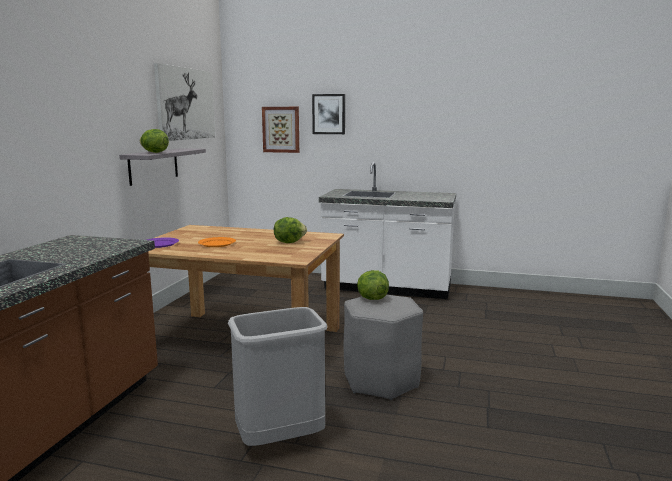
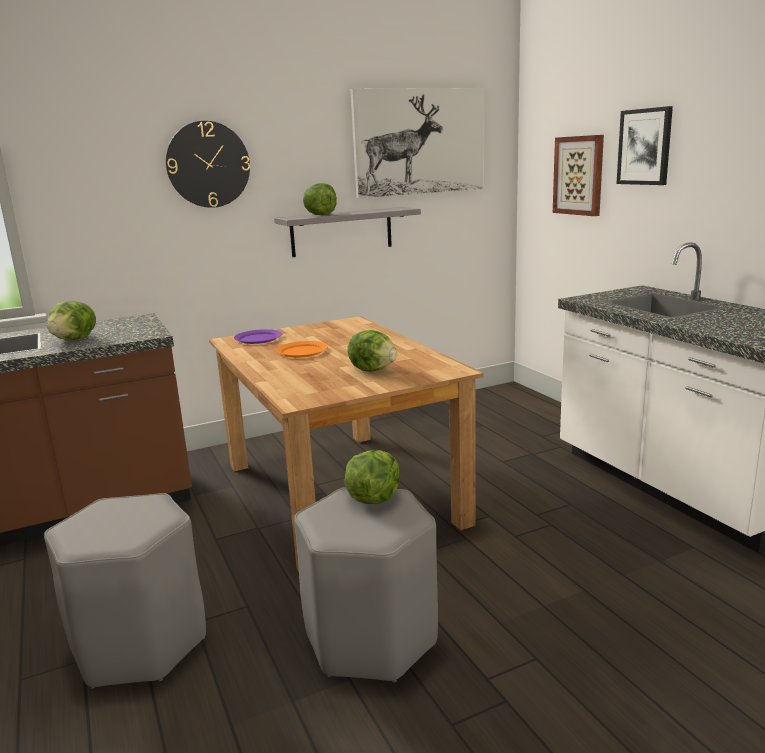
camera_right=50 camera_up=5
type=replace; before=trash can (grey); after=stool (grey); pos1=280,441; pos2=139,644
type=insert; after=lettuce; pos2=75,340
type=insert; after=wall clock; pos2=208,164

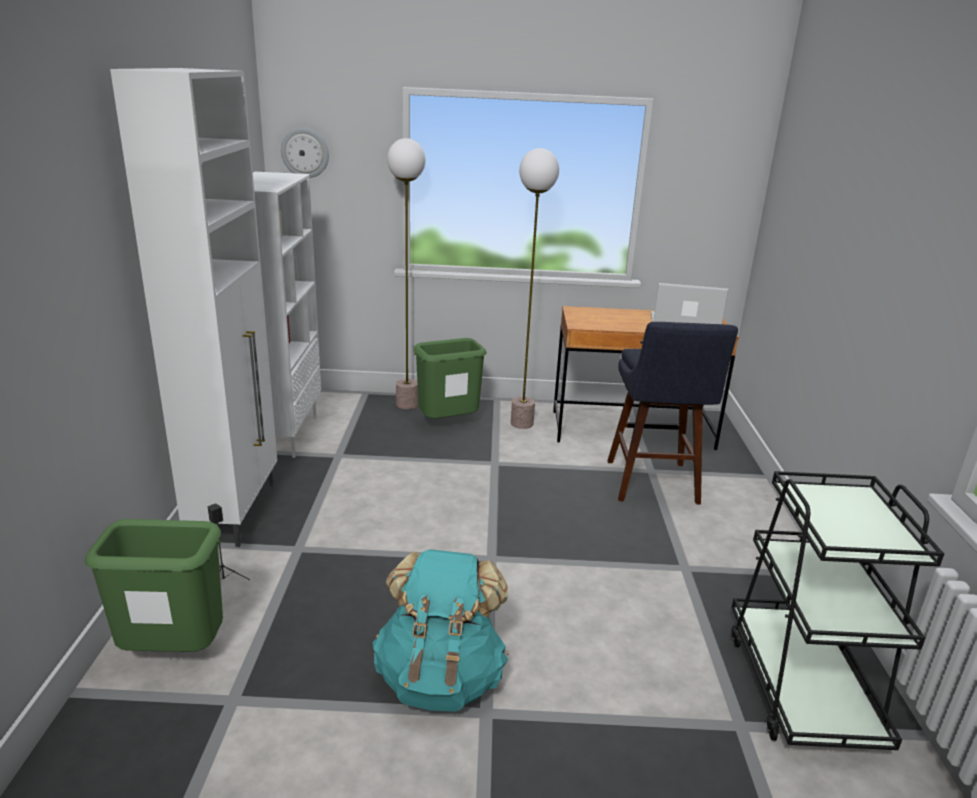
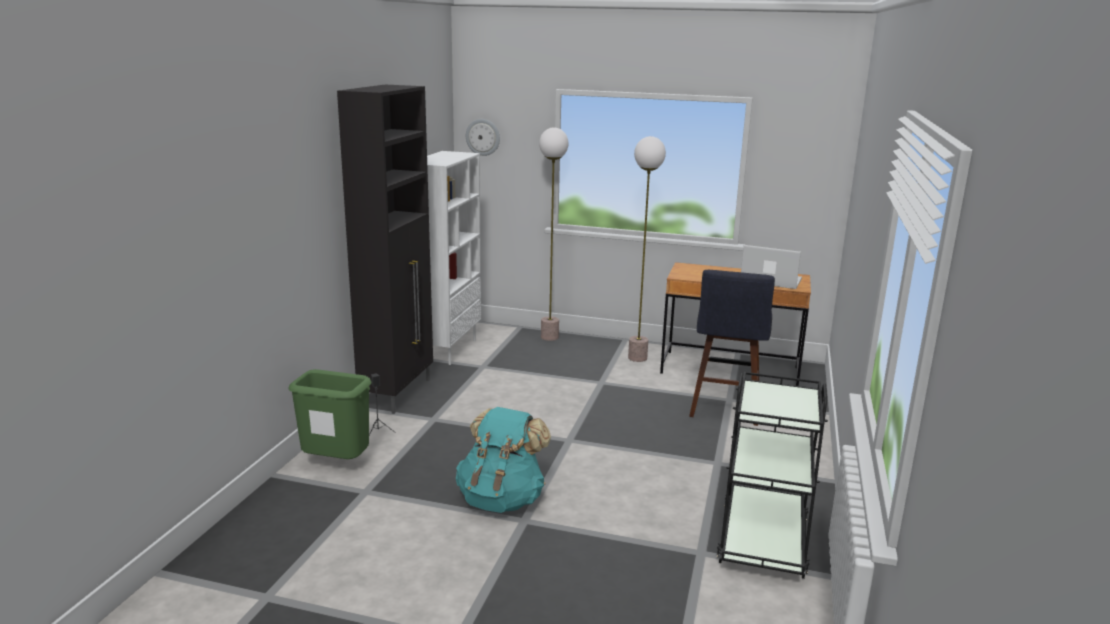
camera_right=15 camera_up=-5
type=recolor; before=cabinet (white); after=cabinet (black); pos1=236,511; pos2=398,393
type=delete; before=trash can (green); pos1=448,424

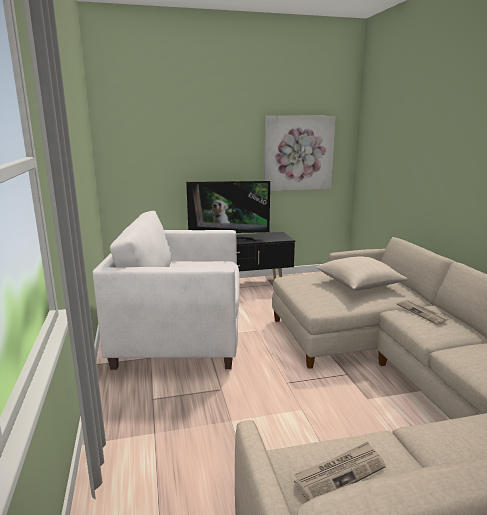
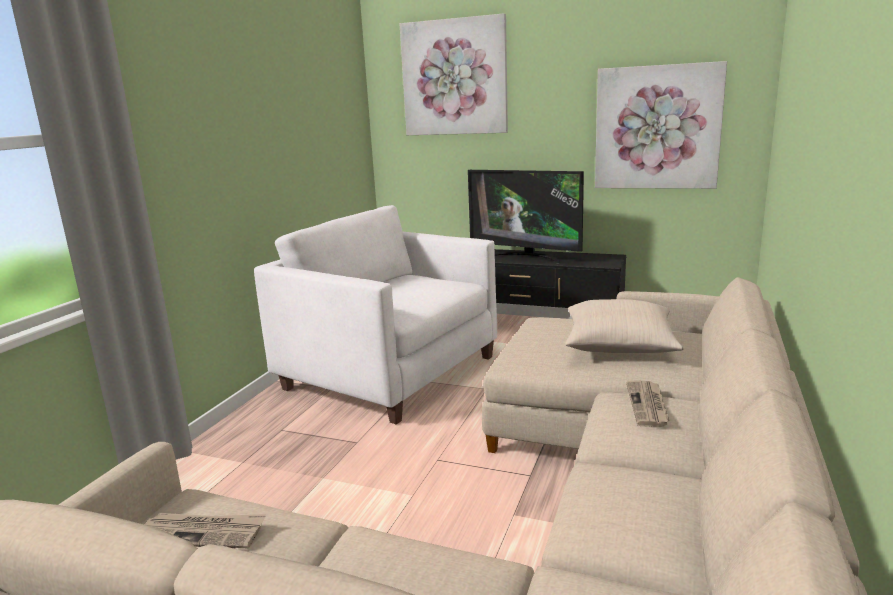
camera_right=35 camera_up=0
type=insert; after=picture; pos2=454,77

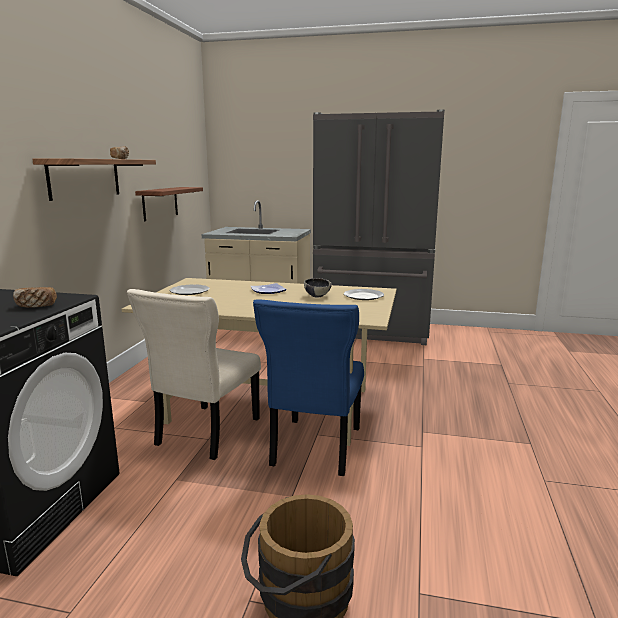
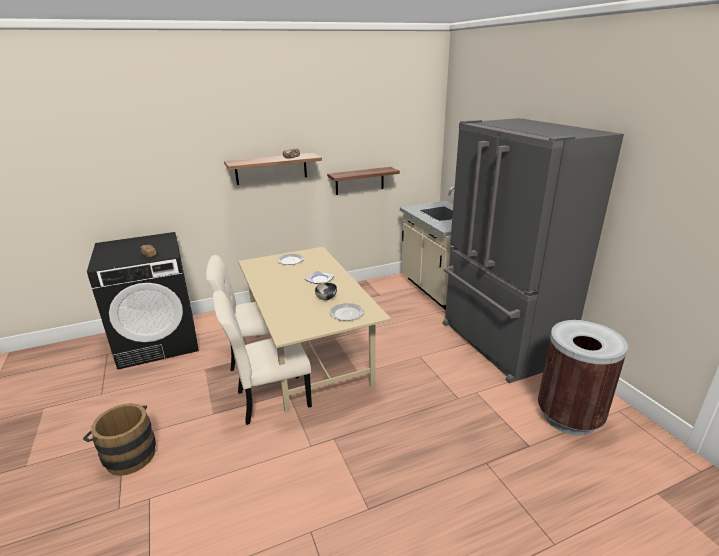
camera_right=55 camera_up=10
type=recolor; before=chair (blue); after=chair (beige); pos1=314,448; pos2=270,399
type=insert; after=trash can (brown); pos2=569,417

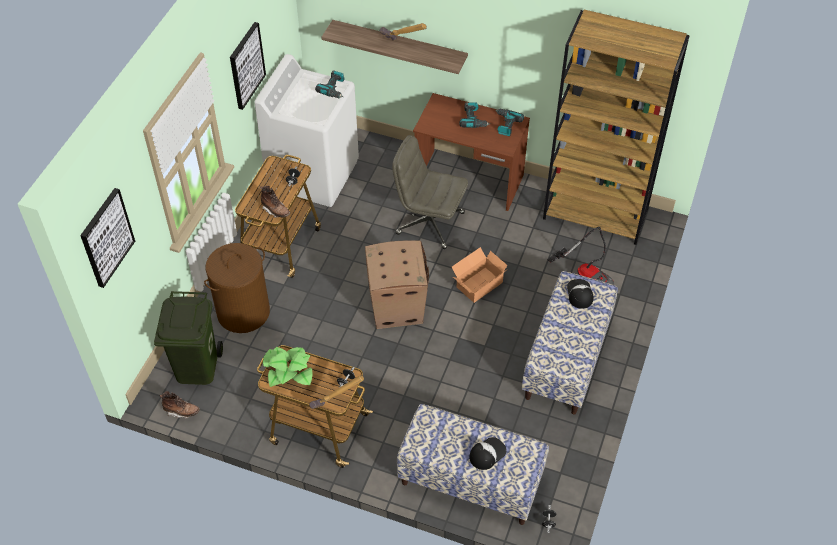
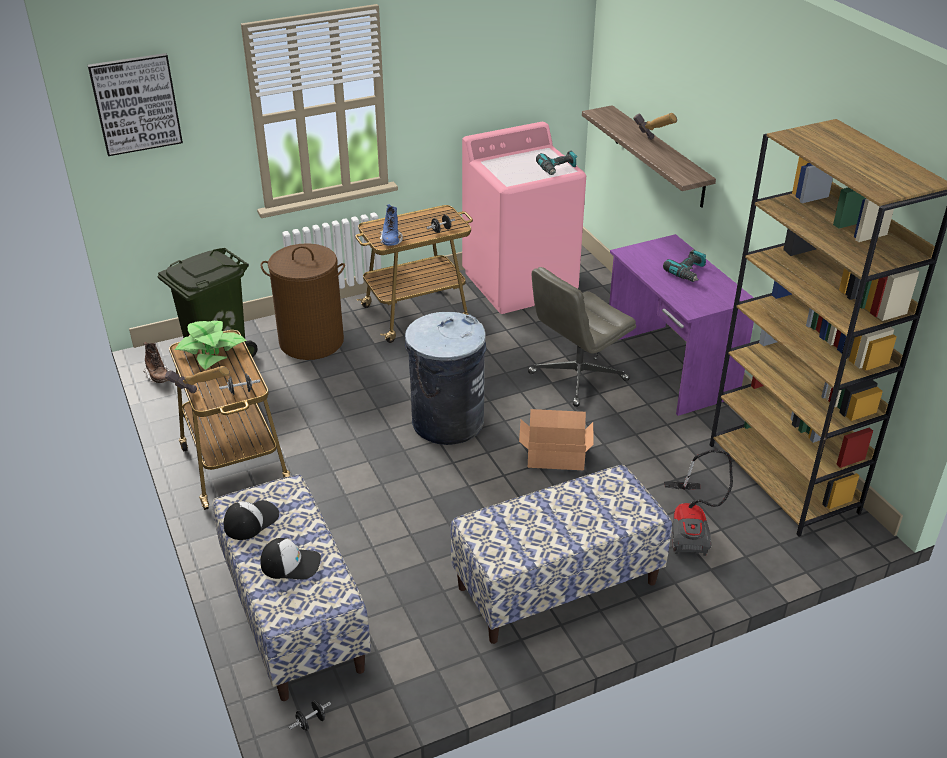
camera_right=45 camera_up=-15
type=move; before=cap; pos1=579,294; pos2=251,520
type=recolor; before=boot (brown); after=boot (blue); pos1=275,210; pos2=391,241
type=replace; before=cardboard box; after=trash can (grey); pos1=397,307; pos2=447,422
type=recolor; before=washing machine (white); after=washing machine (pink); pos1=313,174; pos2=520,283
type=rotate; before=office chair (grey); pos1=429,223; pos2=577,377; turn=-105
type=recolor; before=desk (brown); after=desk (purple); pos1=469,181; pos2=669,369
type=delete; before=picture; pos1=246,65
type=delete; before=power drill; pos1=505,124

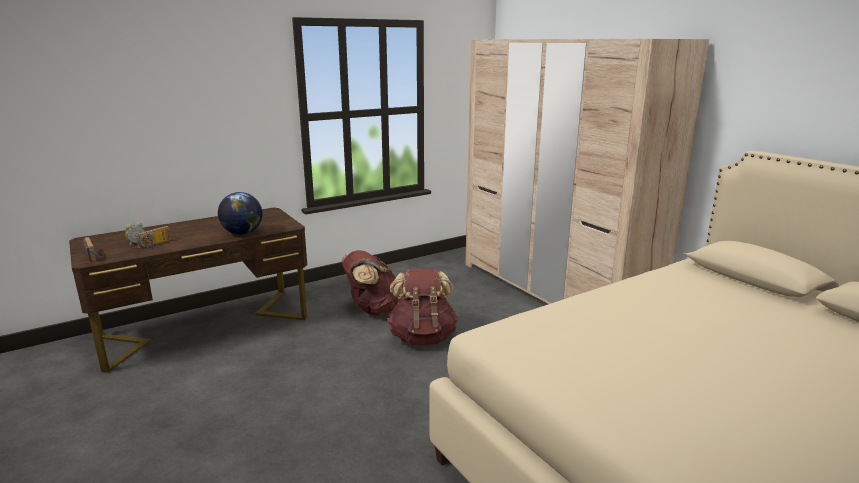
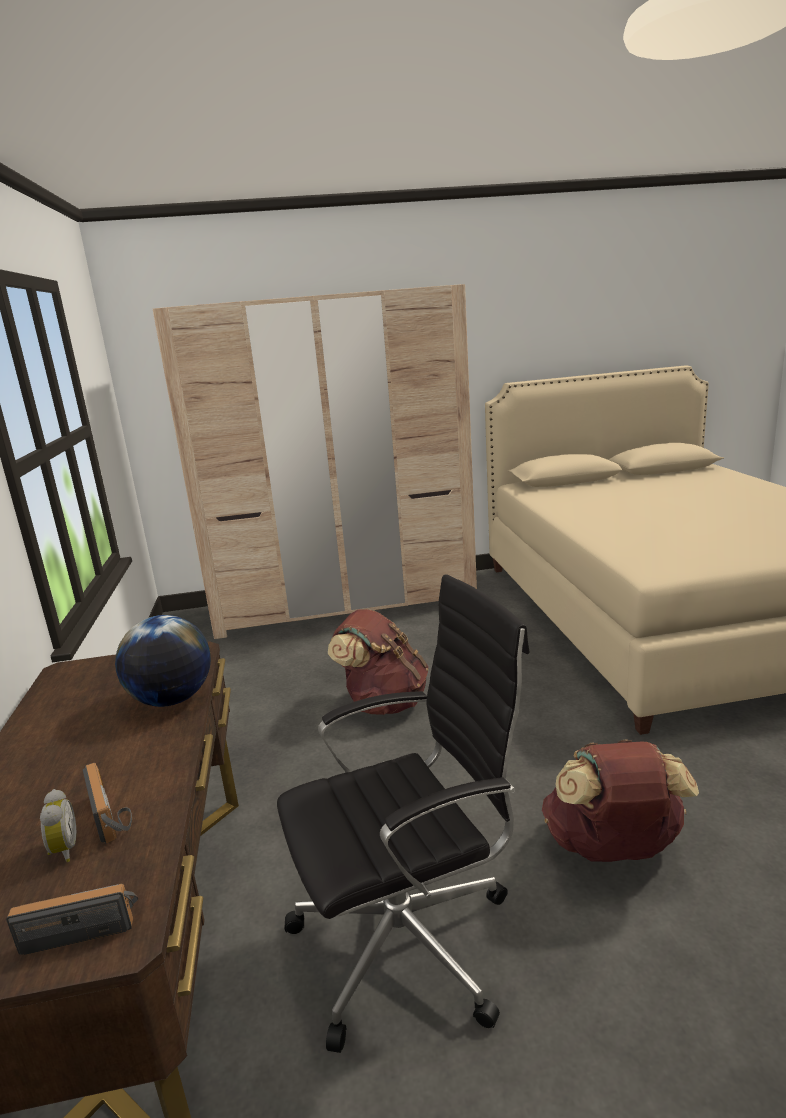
camera_right=-65 camera_up=0
type=insert; after=office chair (black); pos2=410,940
type=move; before=backpack (brown); pos1=373,309; pos2=612,849

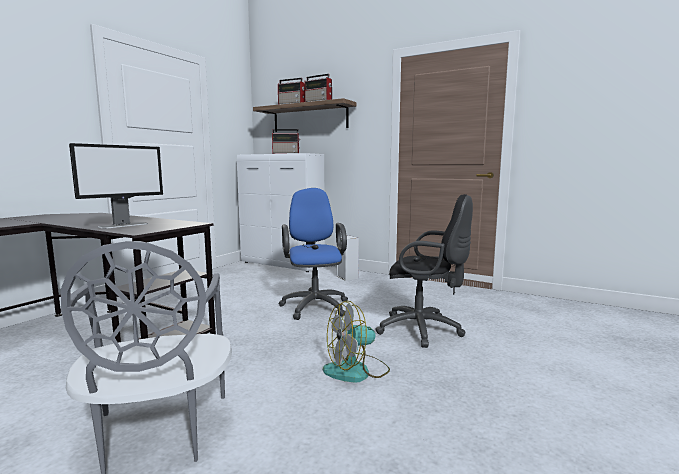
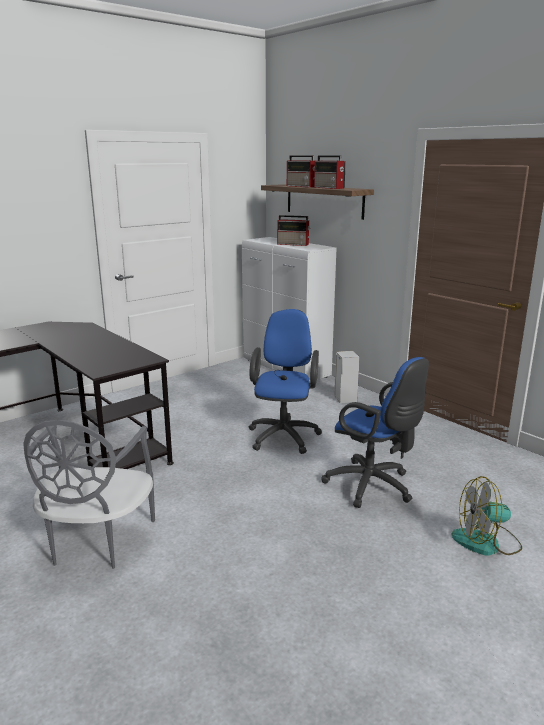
camera_right=20 camera_up=10
type=recolor; before=office chair (black); after=office chair (blue); pos1=424,330; pos2=373,487
type=move; before=fan; pos1=356,371; pos2=486,542
type=delete; before=monitor; pos1=124,225

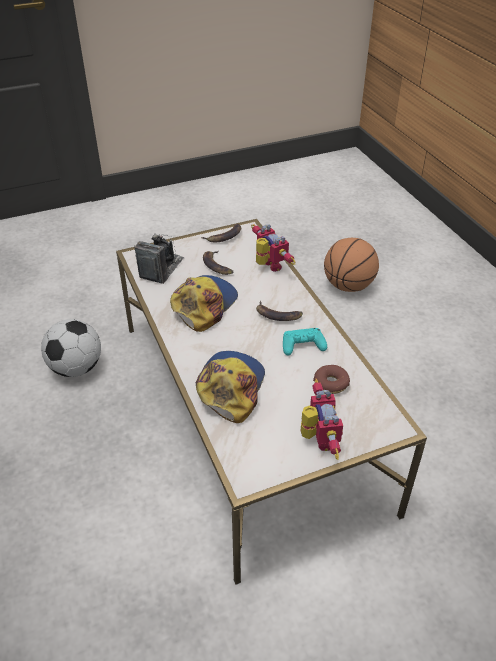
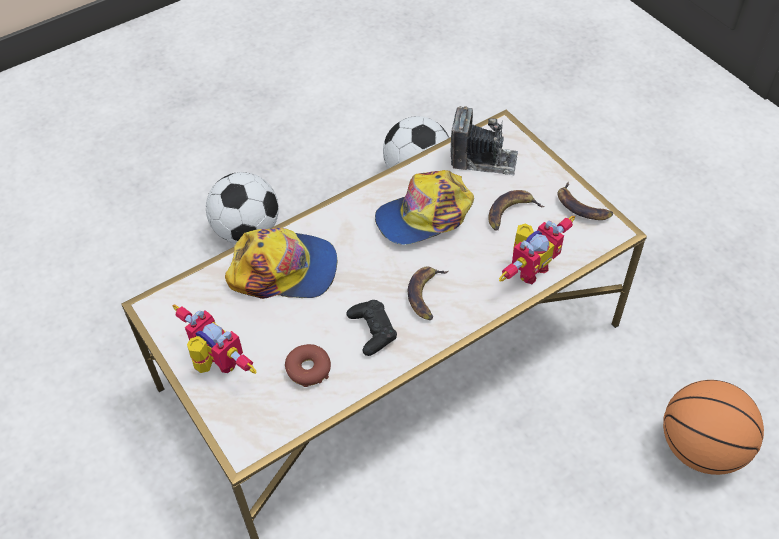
camera_right=80 camera_up=10
type=rotate; before=toy robot; pos1=317,439; pos2=215,365; turn=-120
type=insert; after=football; pos2=247,231
type=recolor; before=game controller (turquoise); after=game controller (black); pos1=303,345; pos2=372,330
type=rotate; before=cap; pos1=204,304; pos2=425,216; turn=135

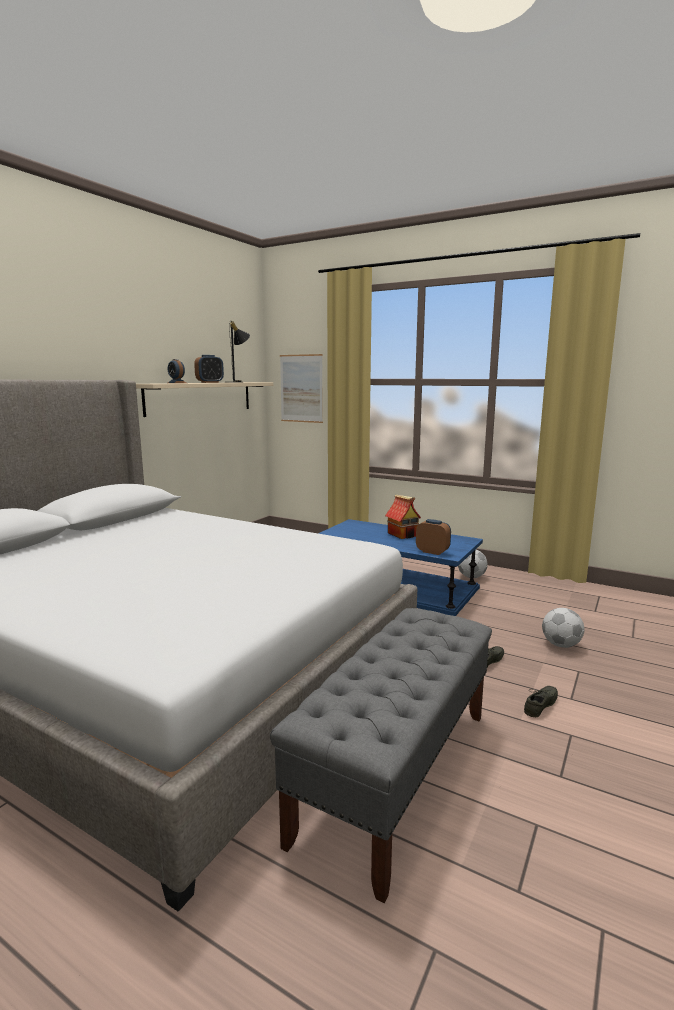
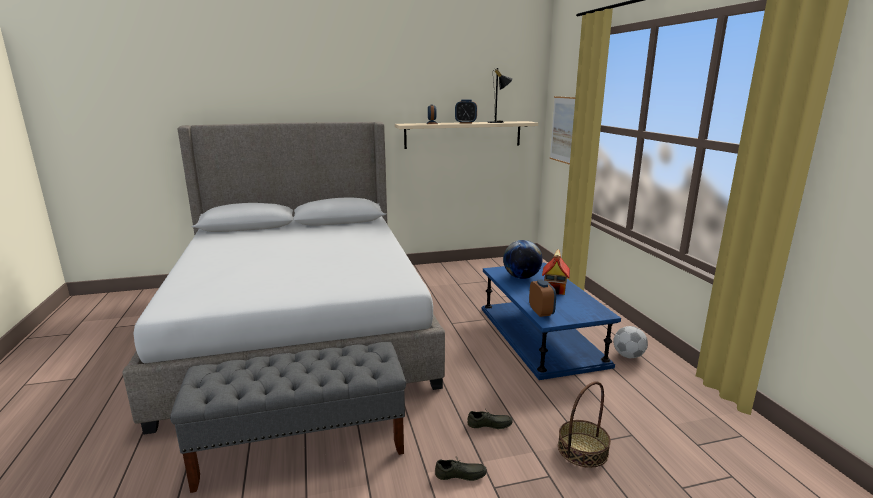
camera_right=45 camera_up=5
type=insert; after=globe; pos2=521,277
type=replace; before=football; after=basket; pos1=561,645; pos2=583,450

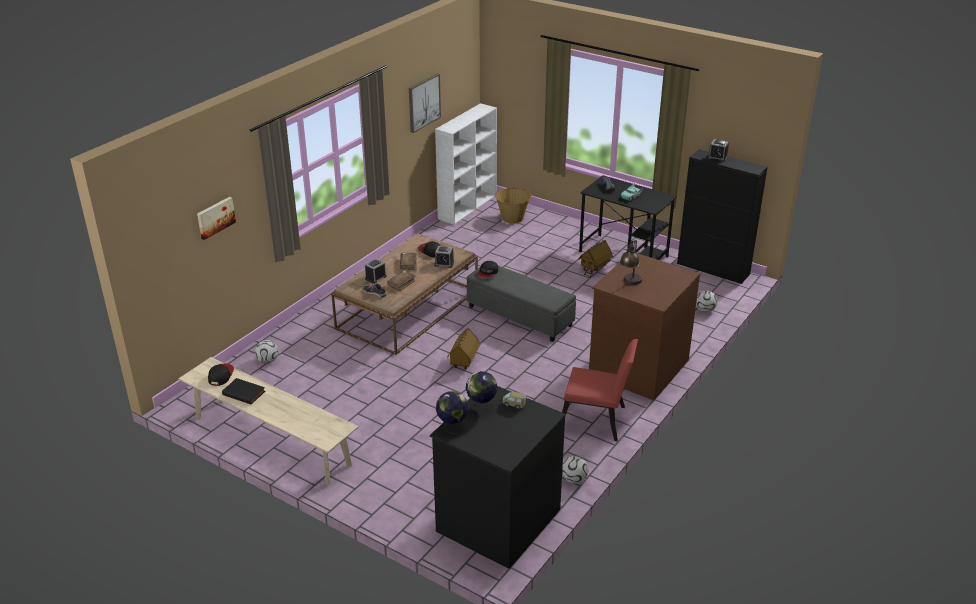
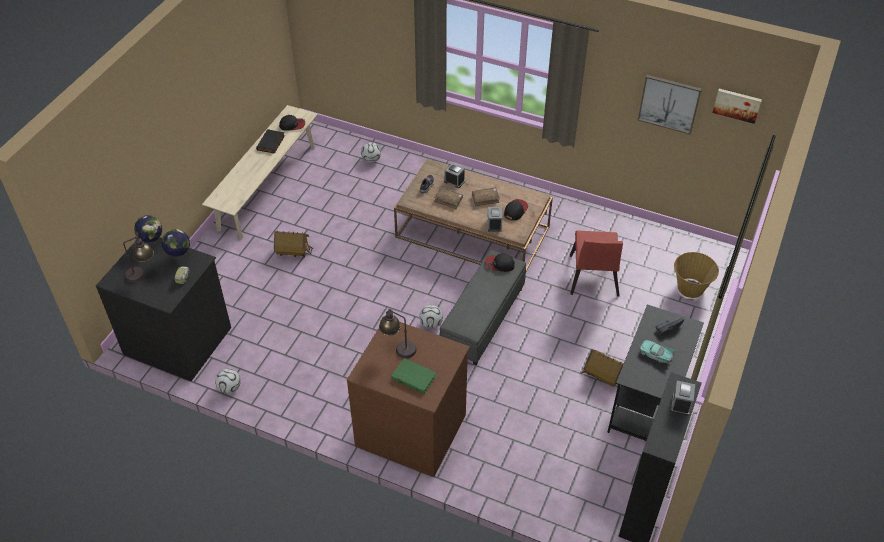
camera_right=80 camera_up=15
type=insert; after=table lamp; pos2=142,274
type=move; before=toy house; pos1=463,361; pos2=293,252
type=insert; after=book (green); pos2=414,377
type=move; before=football; pos1=705,310; pos2=431,324
type=move; before=chair (red); pos1=596,421; pos2=593,279
type=move; before=picture; pos1=215,217; pos2=737,105
type=delete; before=bookcase (white); pos1=468,206

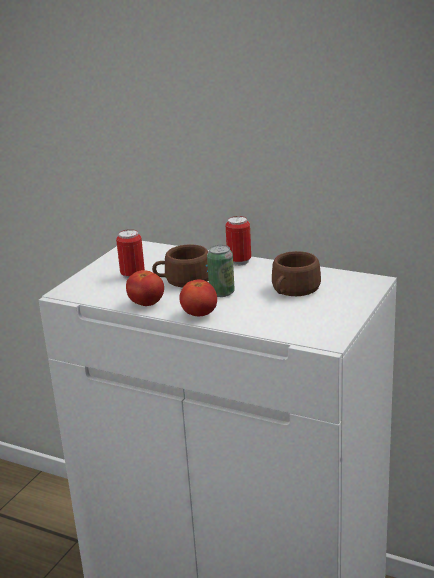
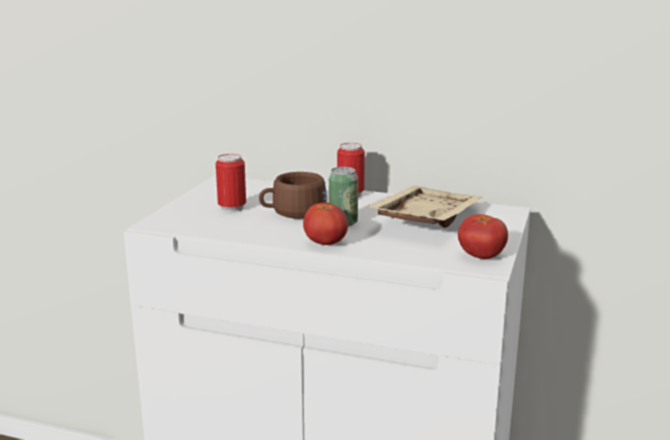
camera_right=-10 camera_up=-5
type=replace; before=cup (brown); after=tray (beige); pos1=293,290; pos2=423,220
type=move; before=tomato; pos1=146,304; pos2=481,256

